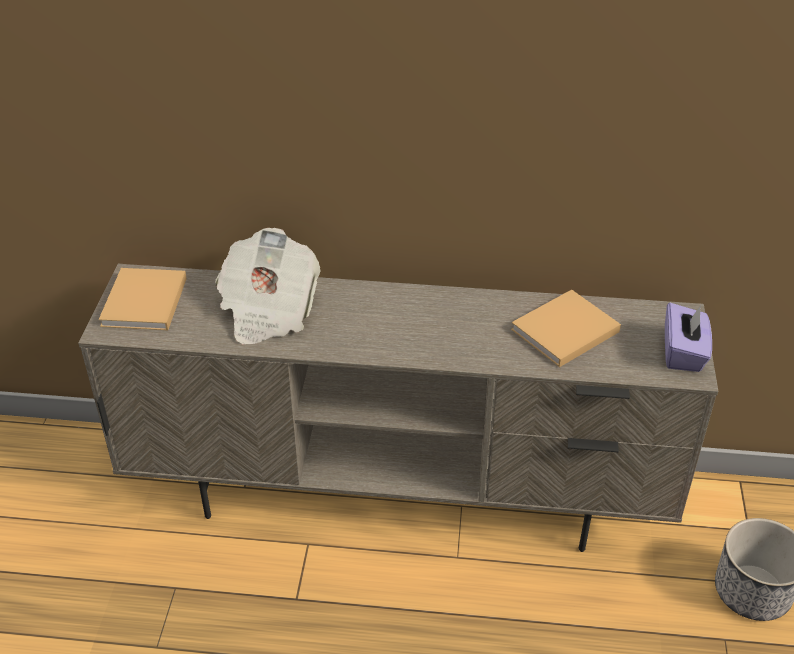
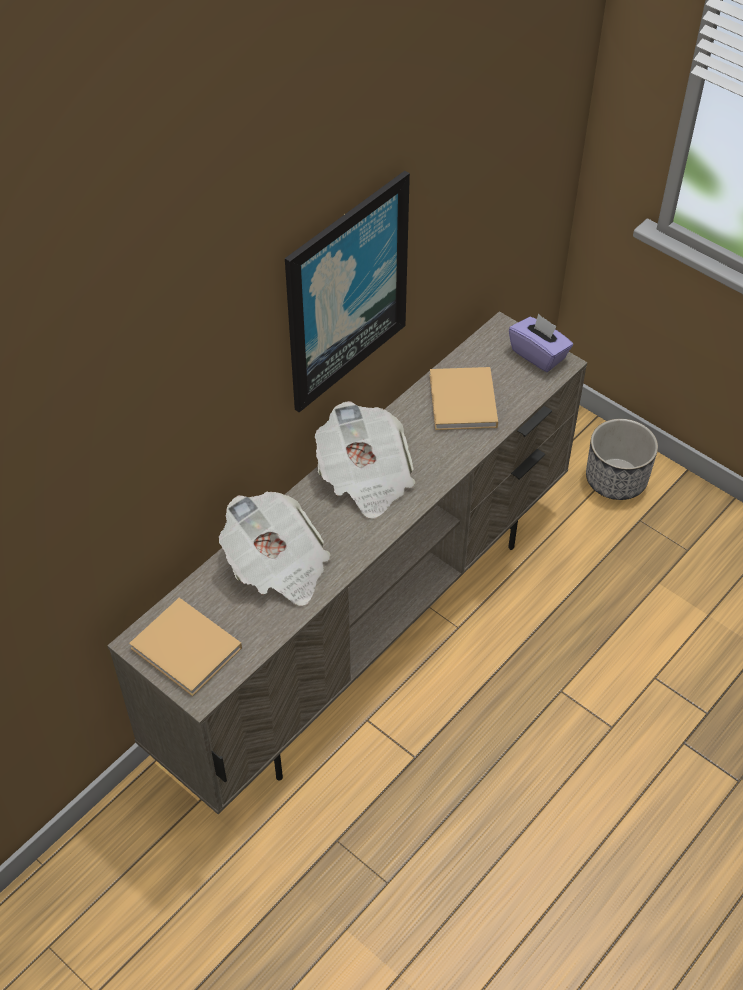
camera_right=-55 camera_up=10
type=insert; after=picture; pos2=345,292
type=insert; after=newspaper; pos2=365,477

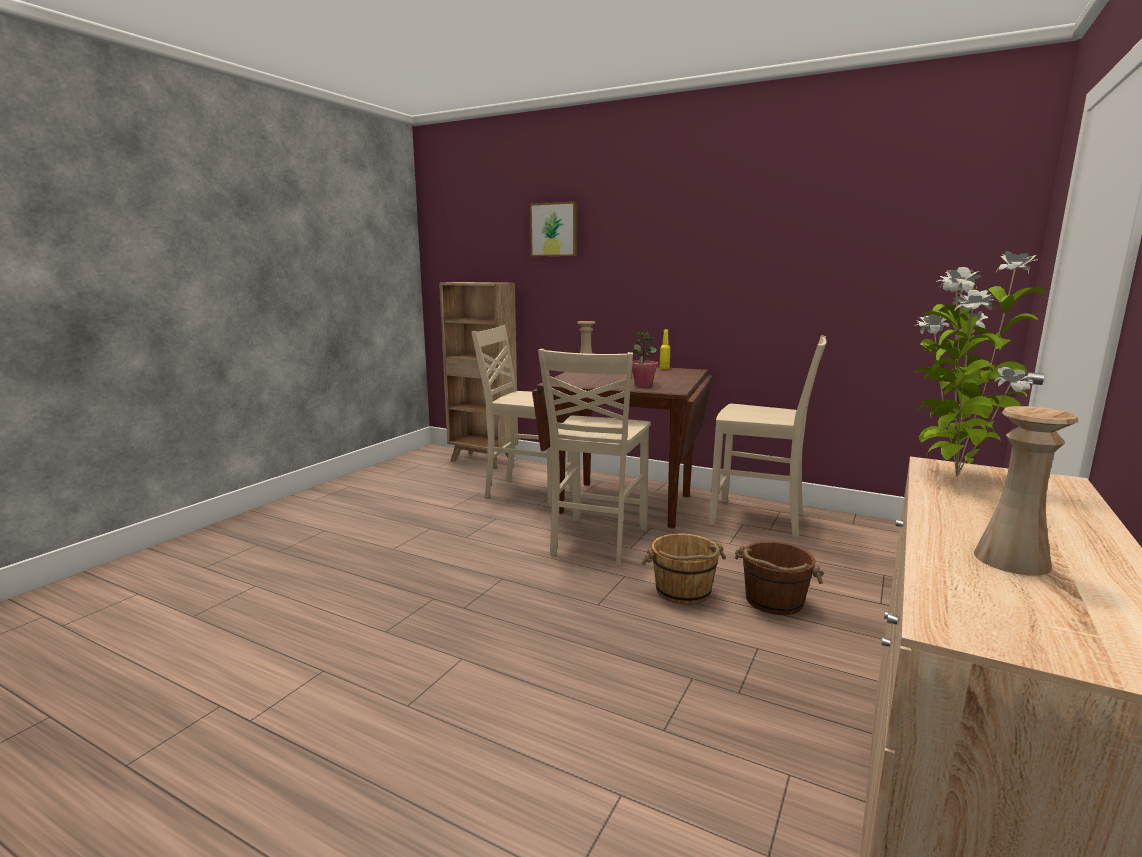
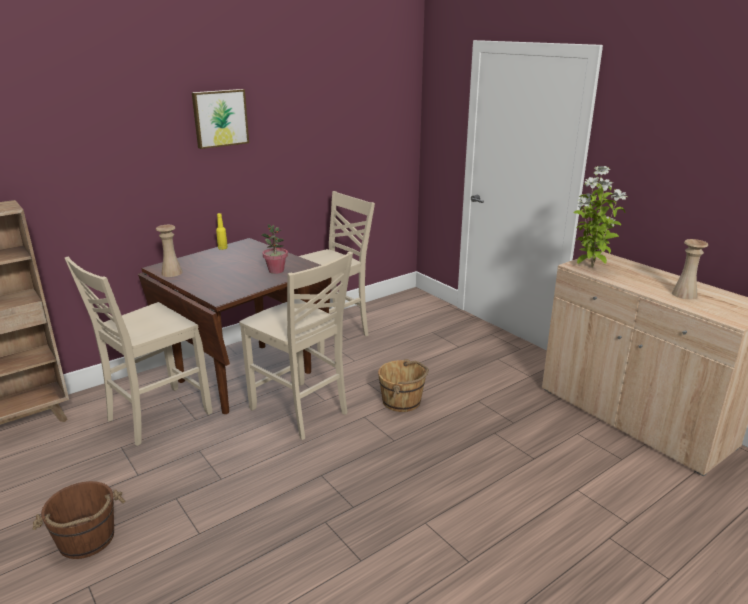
camera_right=-65 camera_up=10
type=move; before=bucket (brown); pos1=773,601; pos2=86,540
type=move; before=picture; pos1=555,229; pos2=220,118

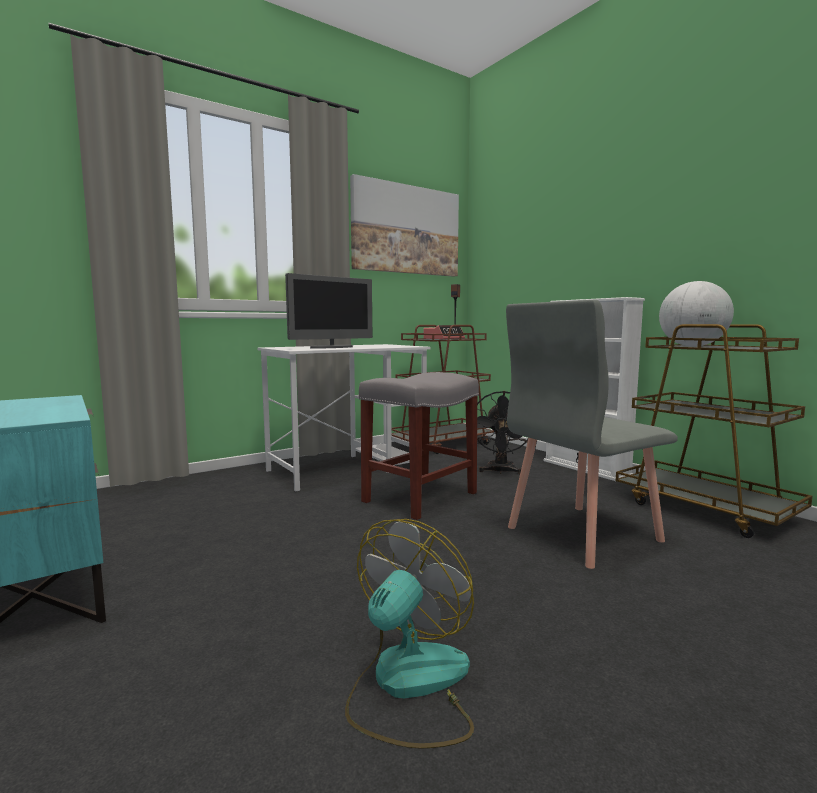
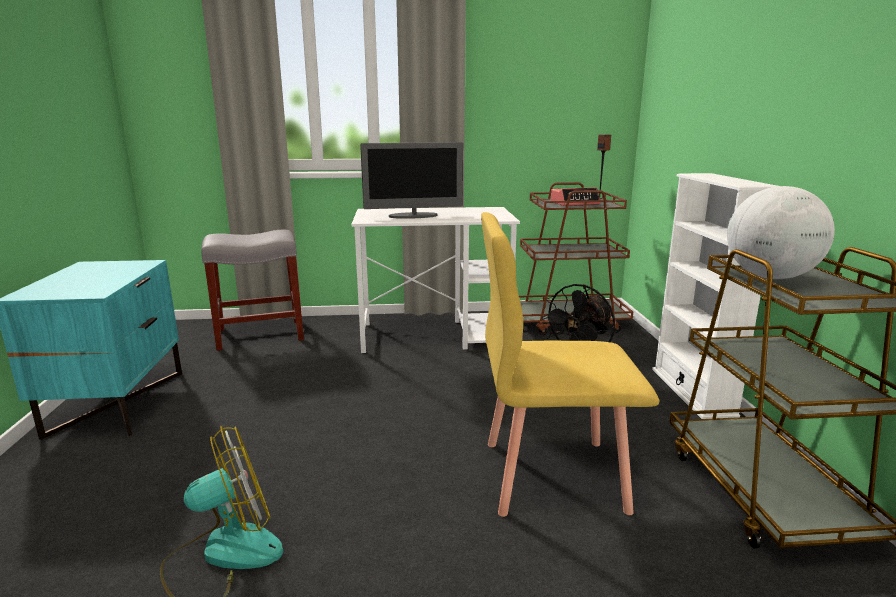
camera_right=30 camera_up=10
type=move; before=stool (grey); pos1=419,498; pos2=258,335
type=recolor; before=chair (grey); after=chair (yellow); pos1=581,534; pos2=551,475
type=delete; before=picture; pos1=406,230

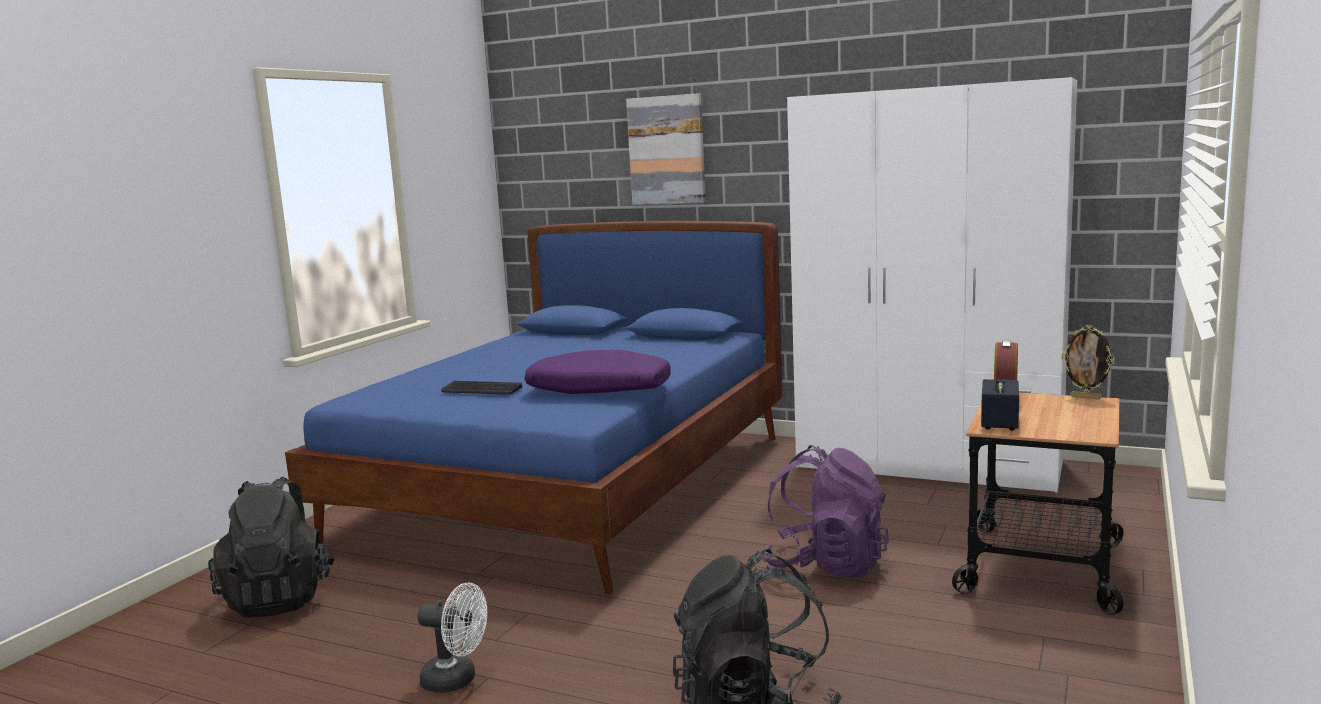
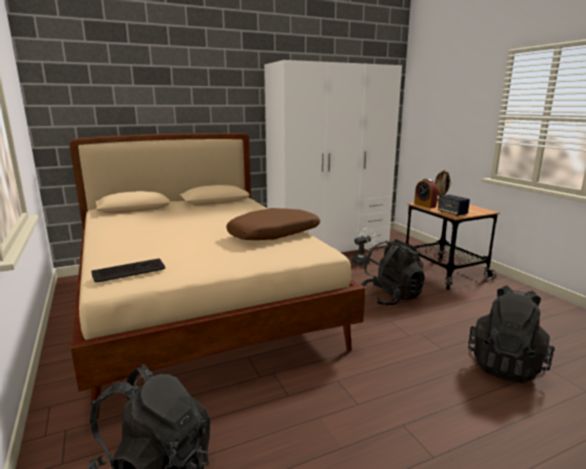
camera_right=-50 camera_up=5
type=recolor; before=bed (blue); after=bed (beige); pos1=573,488; pos2=200,307
type=move; before=keyboard; pos1=481,389; pos2=129,271
type=recolor; before=pillow (purple); after=pillow (brown); pos1=598,390; pos2=274,234
type=move; before=fan (white); pos1=457,680; pos2=363,261
type=recolor; before=backpack (purple); after=backpack (black); pos1=826,565; pos2=390,297
type=delete; before=picture; pos1=667,150

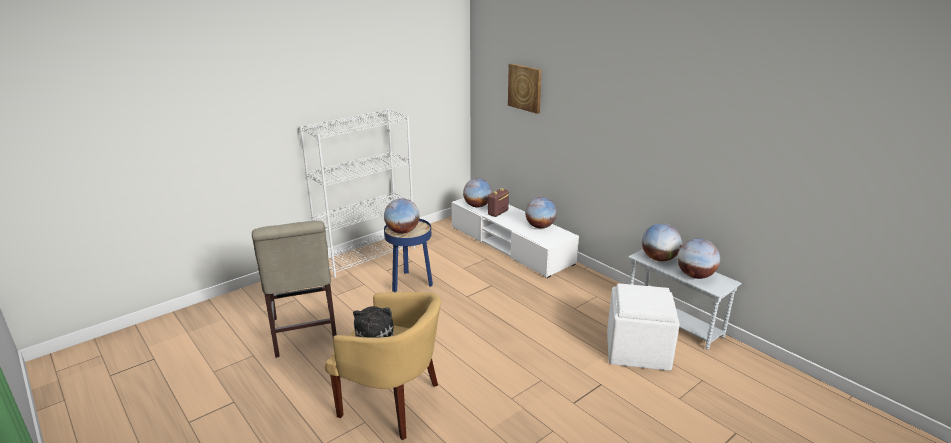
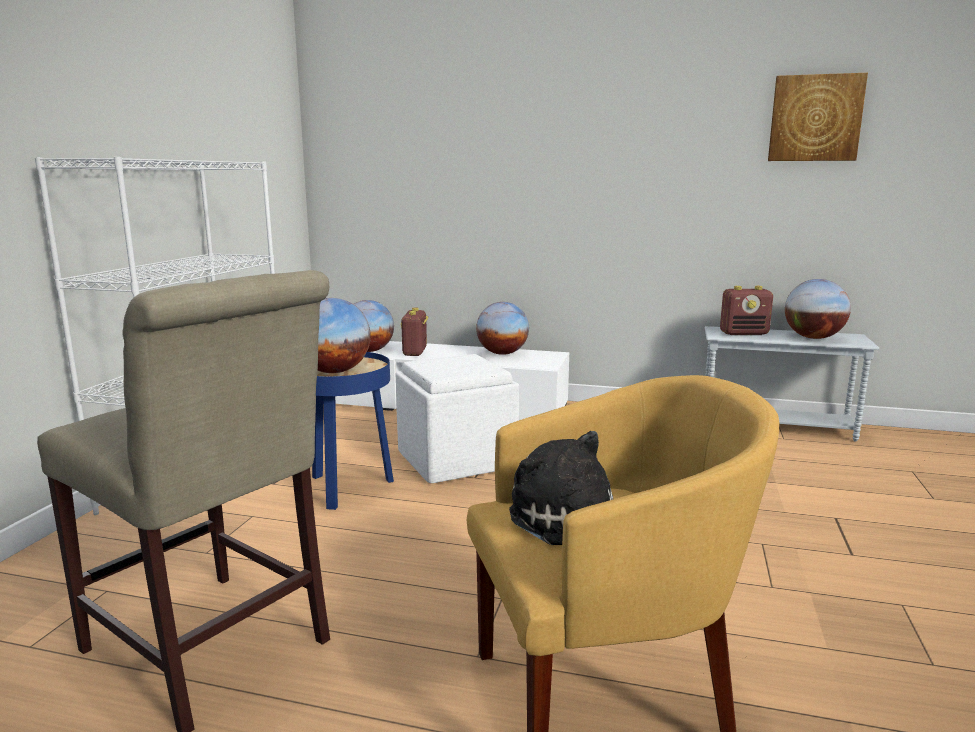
camera_right=-35 camera_up=-10
type=move; before=ottoman (white); pos1=638,349; pos2=457,459
type=replace; before=globe; after=radio; pos1=659,259; pos2=744,333
type=move; before=picture; pos1=525,87; pos2=815,118

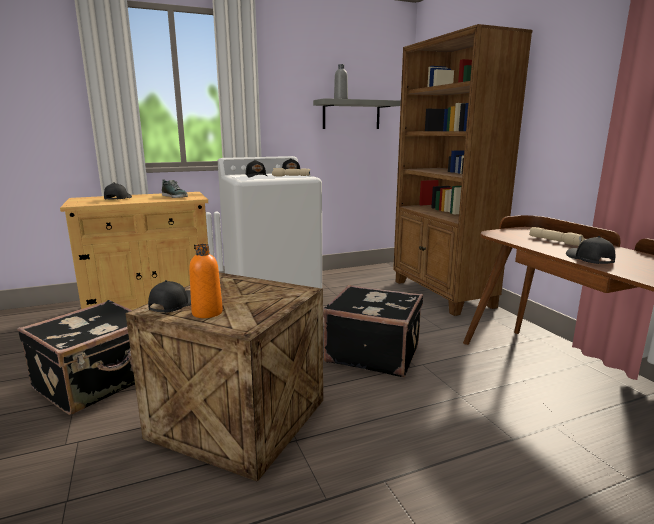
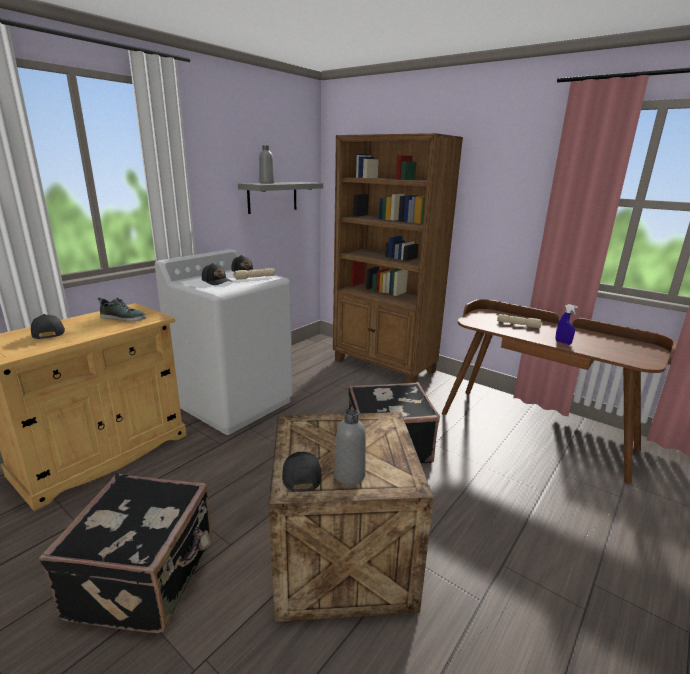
camera_right=-30 camera_up=5
type=recolor; before=bottle (orange); after=bottle (grey); pos1=207,313; pos2=349,475
type=replace; before=cap (black); after=spray bottle (blue); pos1=589,259; pos2=563,342

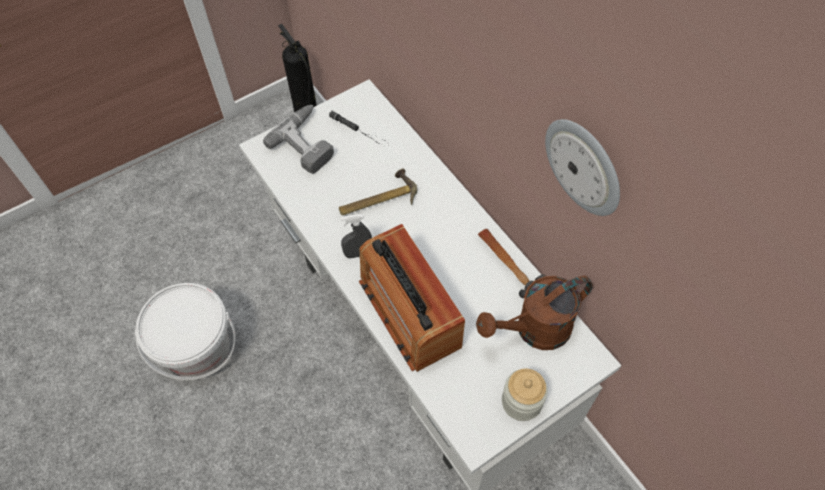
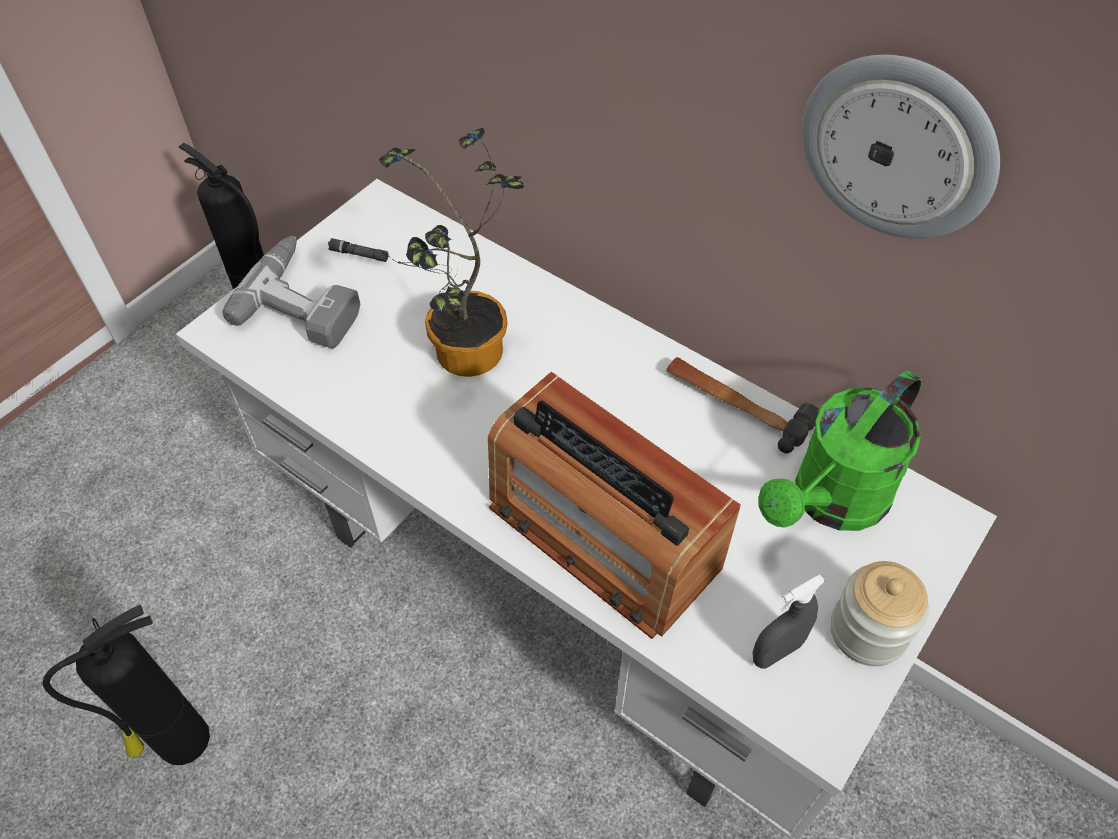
camera_right=-20 camera_up=-5
type=replace; before=bucket (white); after=fire extinguisher; pos1=198,349; pos2=180,742
type=replace; before=hammer; after=potted plant; pos1=377,199; pos2=466,360
type=move; before=spray bottle (grey); pos1=358,254; pos2=776,652
type=recolor; before=watering can (brown); after=watering can (green); pos1=534,331; pos2=830,502

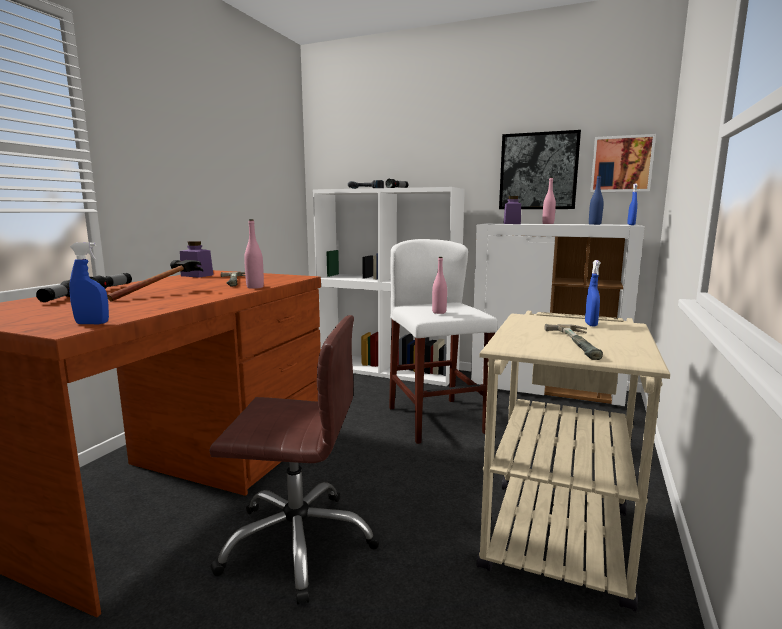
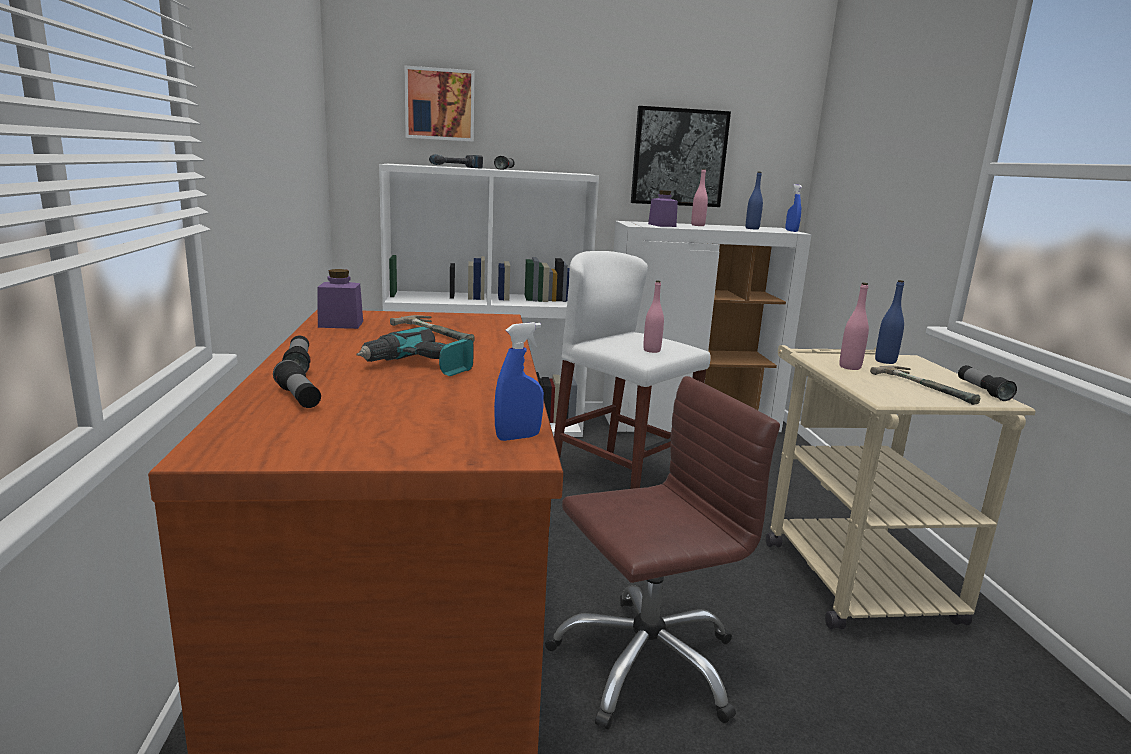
camera_right=-30 camera_up=5
type=replace; before=hammer; after=power drill; pos1=166,293; pos2=419,367
type=move; before=picture; pos1=621,164; pos2=440,104
type=move; before=bottle (pink); pos1=255,287; pos2=850,367
type=replace; before=spray bottle (blue); after=bottle (blue); pos1=591,324; pos2=885,361
type=insert; after=flashlight; pos2=982,391

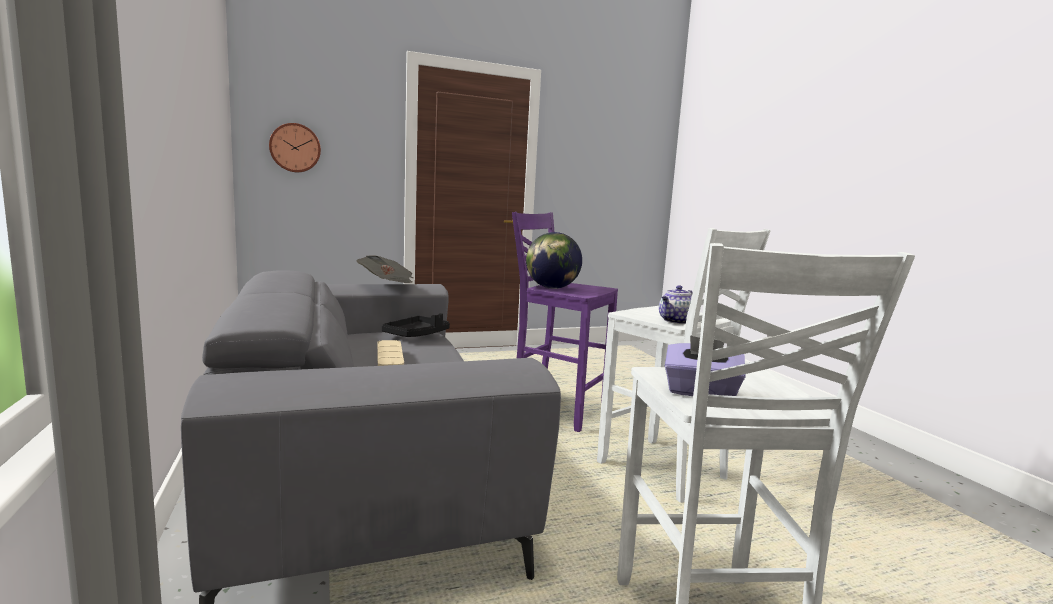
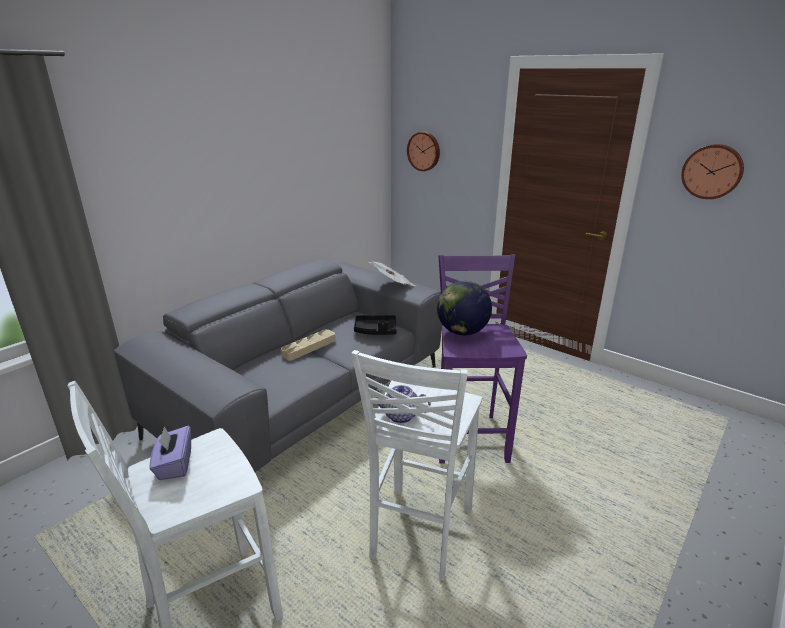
camera_right=60 camera_up=15
type=insert; after=wall clock; pos2=712,171

